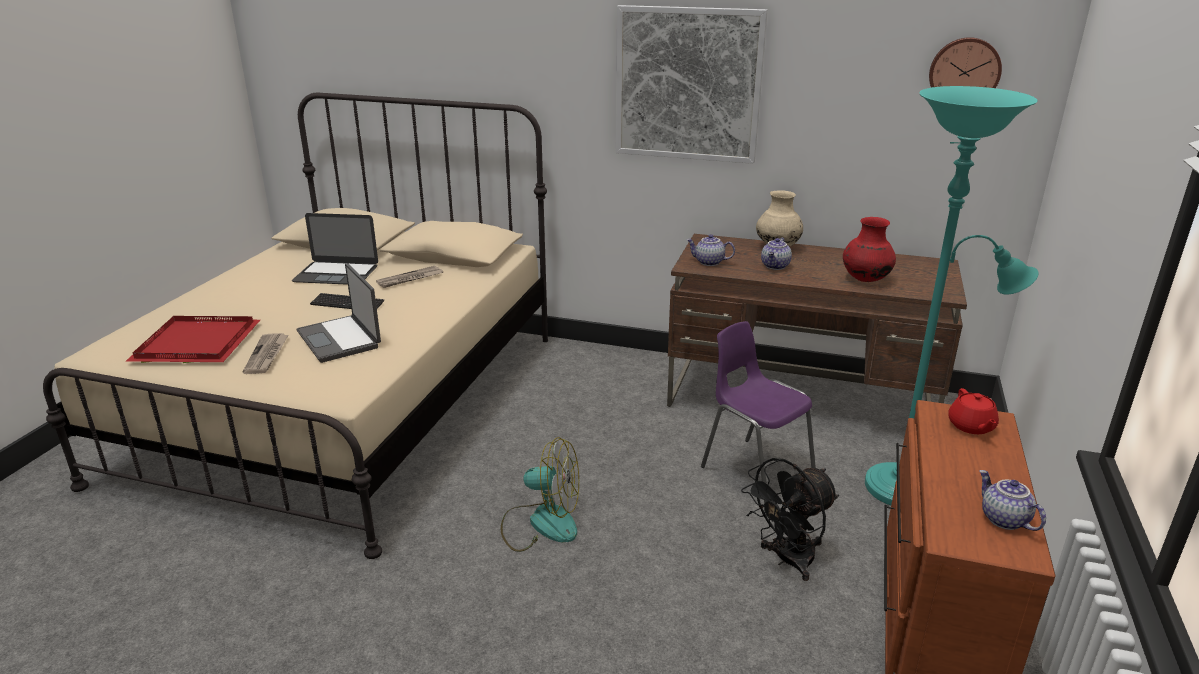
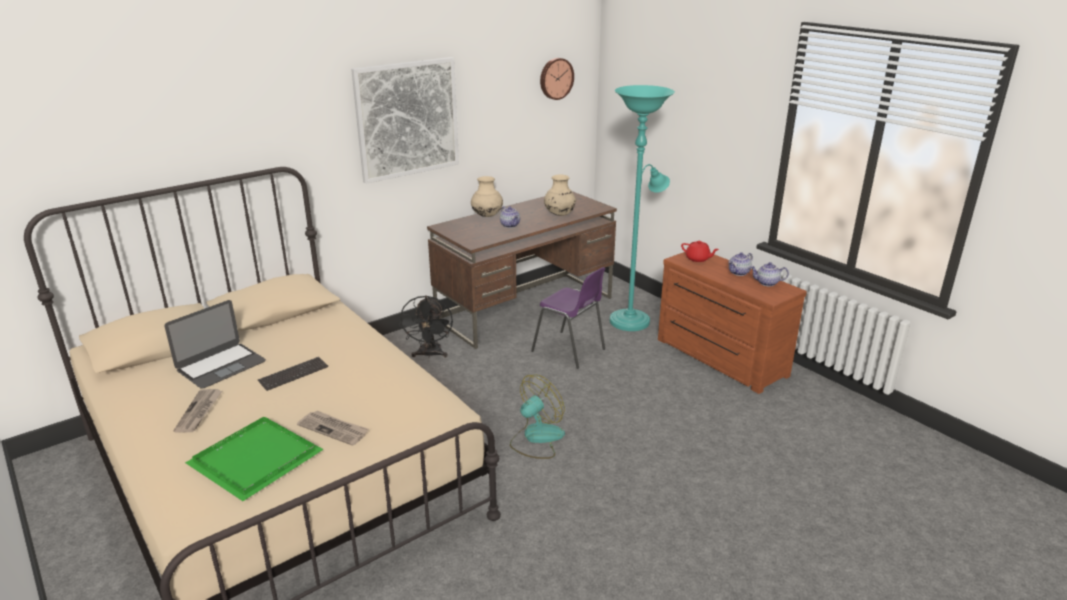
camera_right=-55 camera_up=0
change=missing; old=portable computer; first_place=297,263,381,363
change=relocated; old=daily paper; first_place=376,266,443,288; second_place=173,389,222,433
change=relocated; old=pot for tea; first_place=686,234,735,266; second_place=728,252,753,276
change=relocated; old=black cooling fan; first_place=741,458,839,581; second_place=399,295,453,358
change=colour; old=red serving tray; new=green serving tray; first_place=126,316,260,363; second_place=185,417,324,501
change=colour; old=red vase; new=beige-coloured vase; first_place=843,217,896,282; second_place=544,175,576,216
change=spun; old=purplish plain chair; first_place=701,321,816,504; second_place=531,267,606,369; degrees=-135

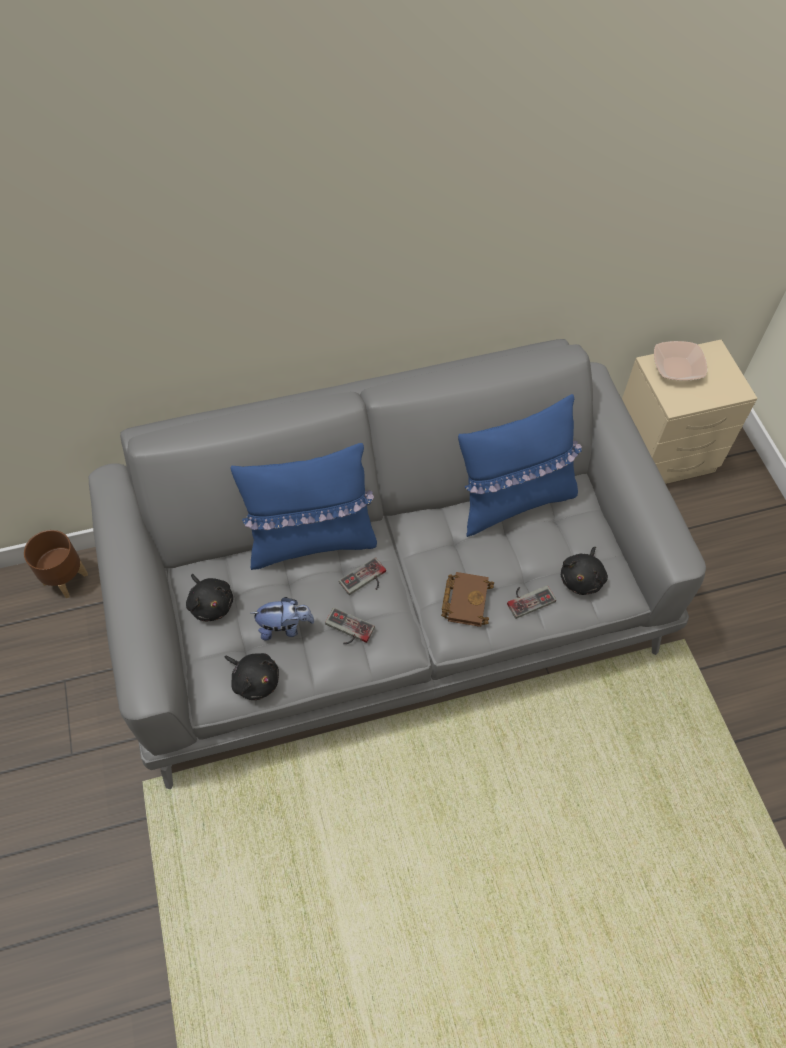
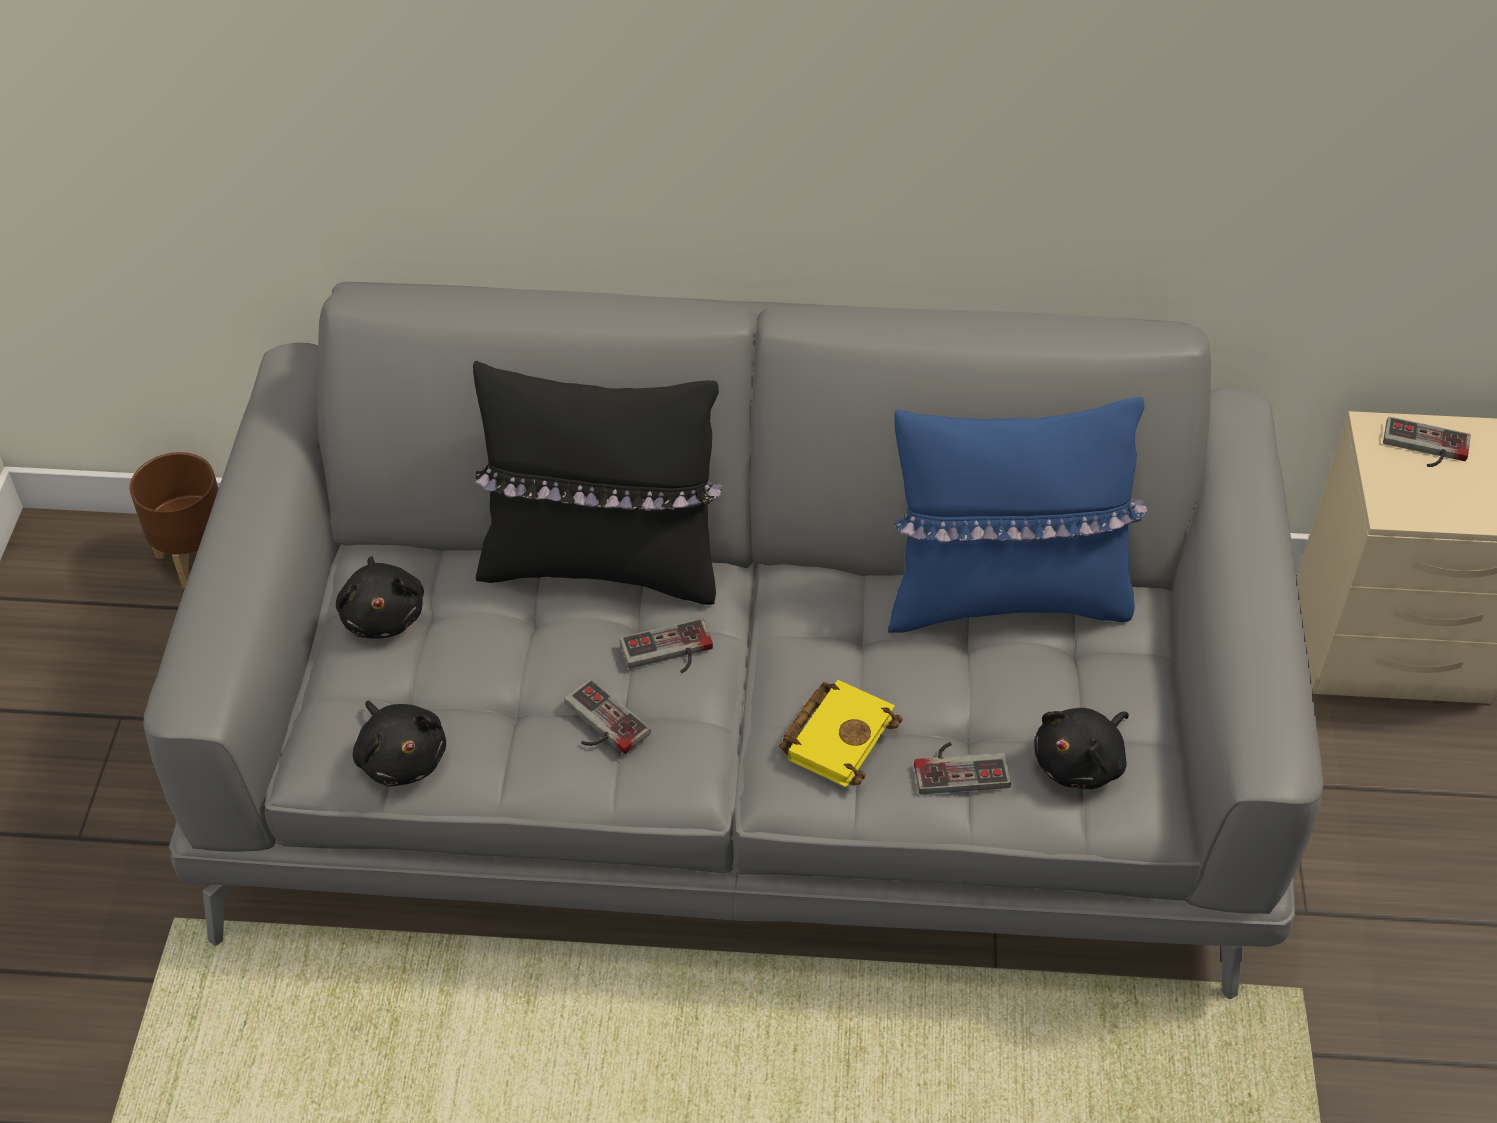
camera_right=20 camera_up=-10
change=missing; old=soft toy; first_place=250,597,315,641
change=exchanged; old=serving bowl; new=joypad; first_place=654,341,707,381; second_place=1383,417,1471,467
change=colour; old=blue-coloured pillow; new=black pillow; first_place=230,443,377,570; second_place=473,361,723,605
change=colour; old=brown bound book; new=yellow bound book; first_place=441,572,494,627; second_place=779,680,903,787

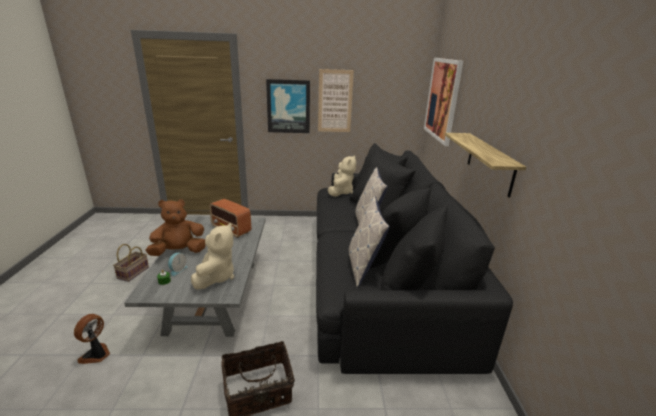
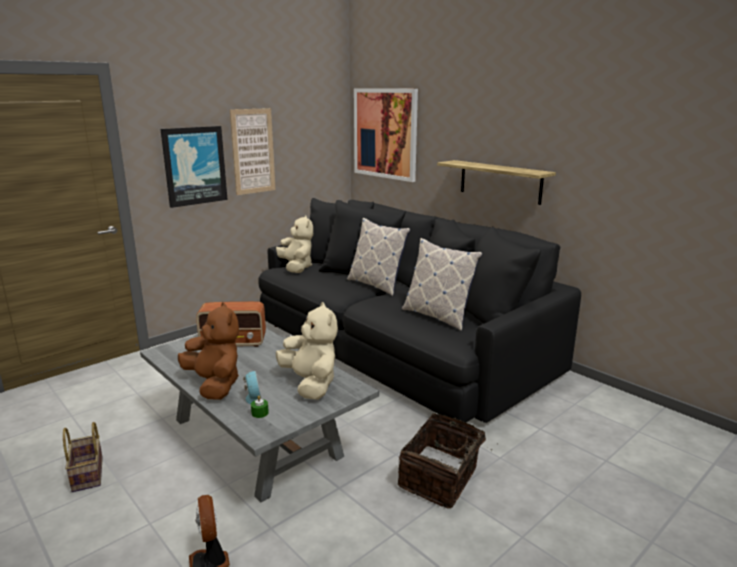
camera_right=-40 camera_up=-5
change=spun; old=brown soft toy; first_place=146,199,206,256; second_place=178,302,239,400; degrees=120

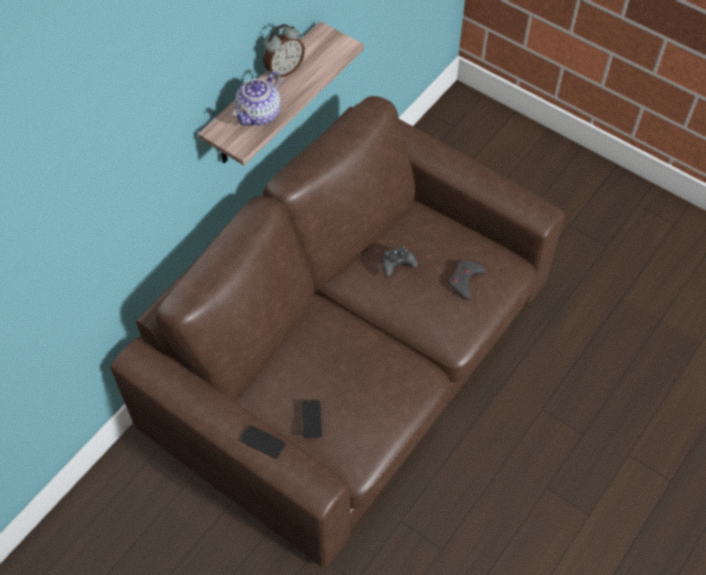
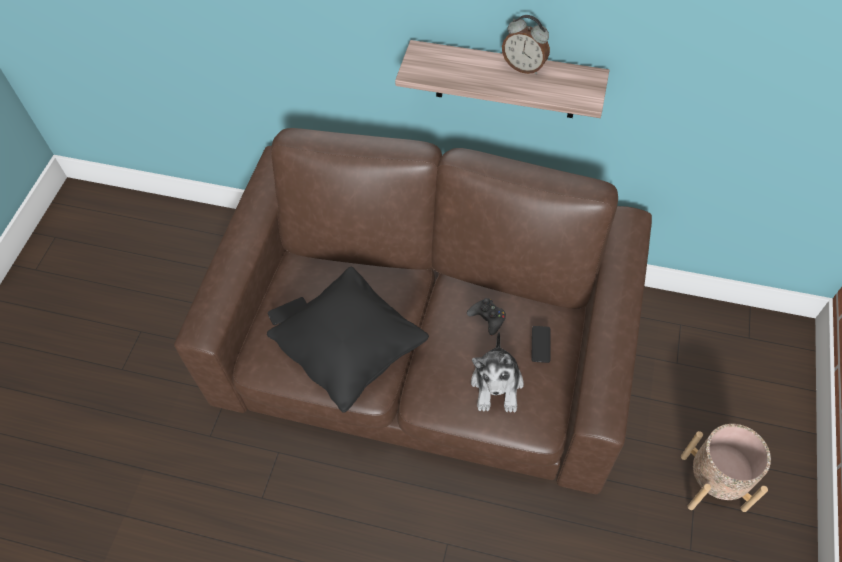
camera_right=70 camera_up=0
change=missing; old=pot for tea; first_place=233,71,281,126
change=appeared; new=black pillow; second_place=267,267,429,413
change=appeared; new=beige-coloured flower pot; second_place=681,424,771,512
change=relocated; old=handset; first_place=240,425,286,459; second_place=531,326,551,363
change=exchanged; old=gray joypad; new=soft toy; first_place=449,260,486,300; second_place=471,332,524,413

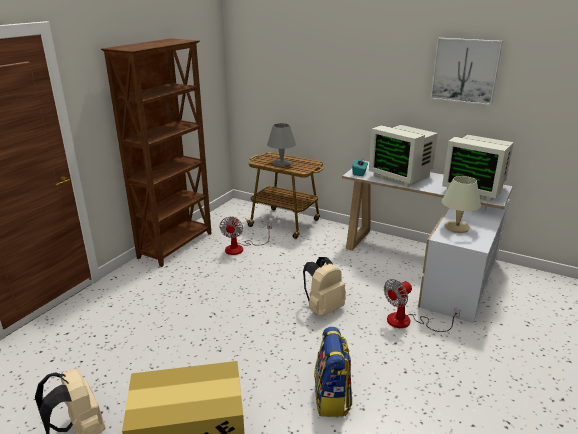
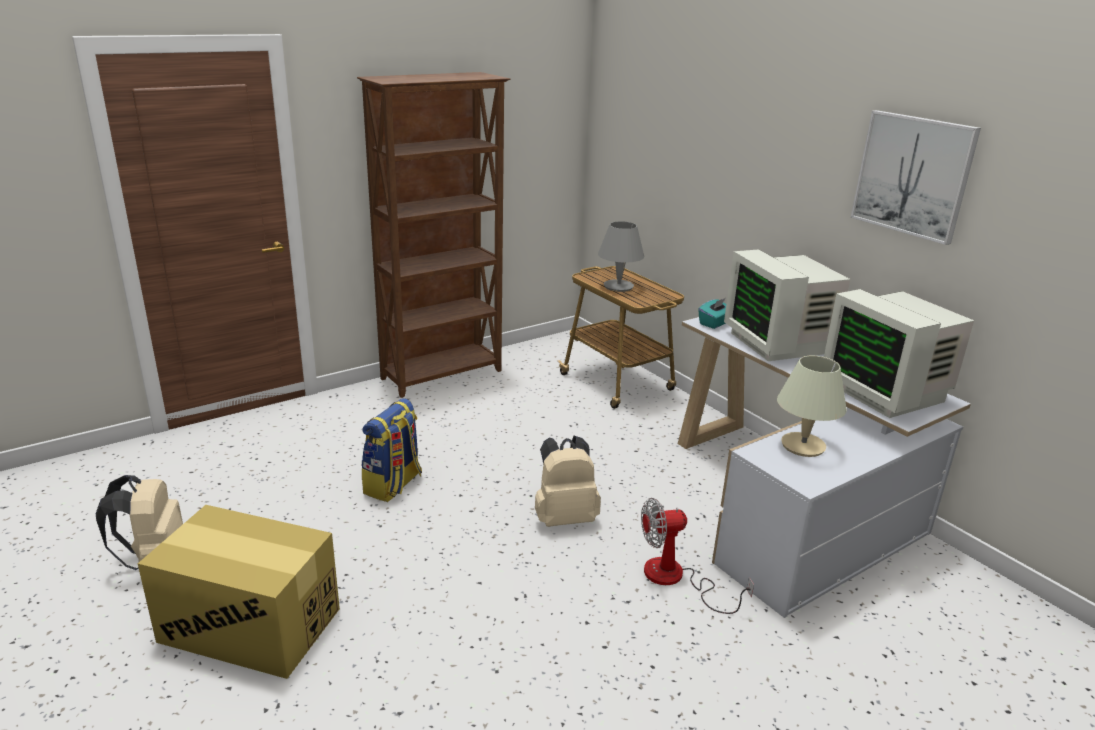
camera_right=25 camera_up=0
change=missing; old=cooling fan; first_place=219,216,272,255
change=relocated; old=rucksack; first_place=314,327,352,417; second_place=362,398,422,502

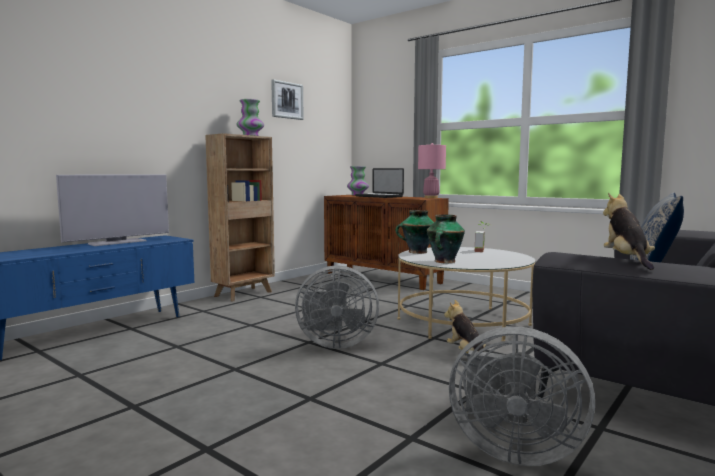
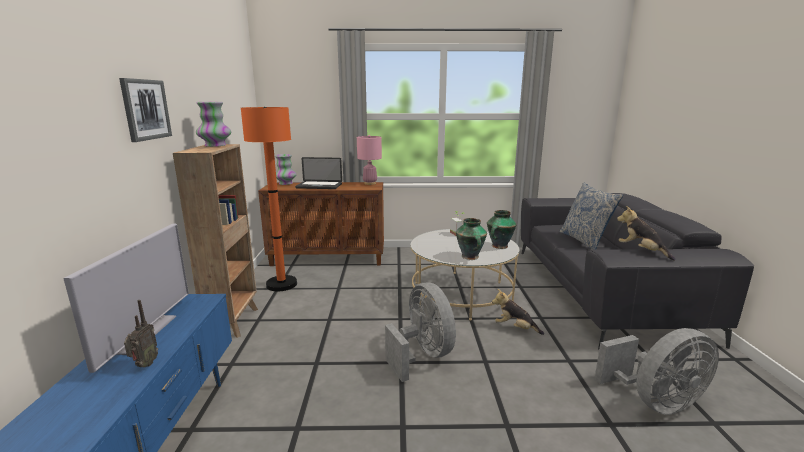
camera_right=-40 camera_up=10
change=appeared; new=radio set; second_place=124,300,158,368
change=appeared; new=orangey standard lamp; second_place=241,107,297,291
change=relocated; old=picture; first_place=271,79,304,120; second_place=119,78,172,142
change=relocated; old=vase; first_place=396,210,434,254; second_place=487,210,517,249
change=spun; old=gray cooling fan; first_place=295,265,379,349; second_place=385,282,456,382; degrees=-75

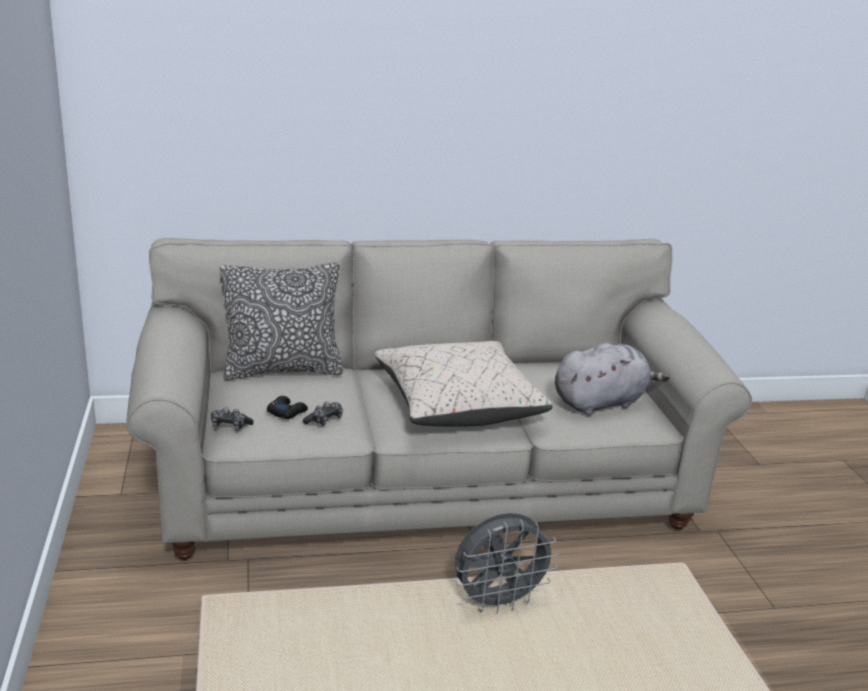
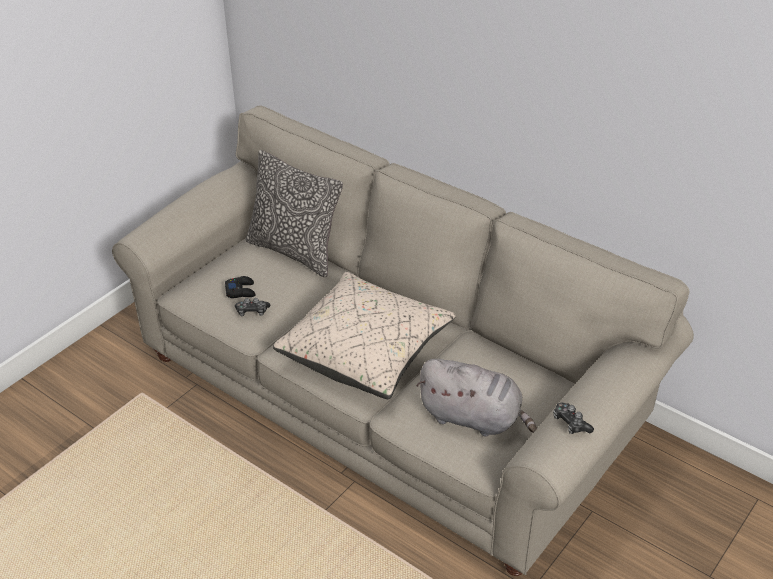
camera_right=50 camera_up=15
change=missing; old=gray cooling fan; first_place=454,513,559,613
change=relocated; old=joypad; first_place=211,407,253,430; second_place=553,403,594,434

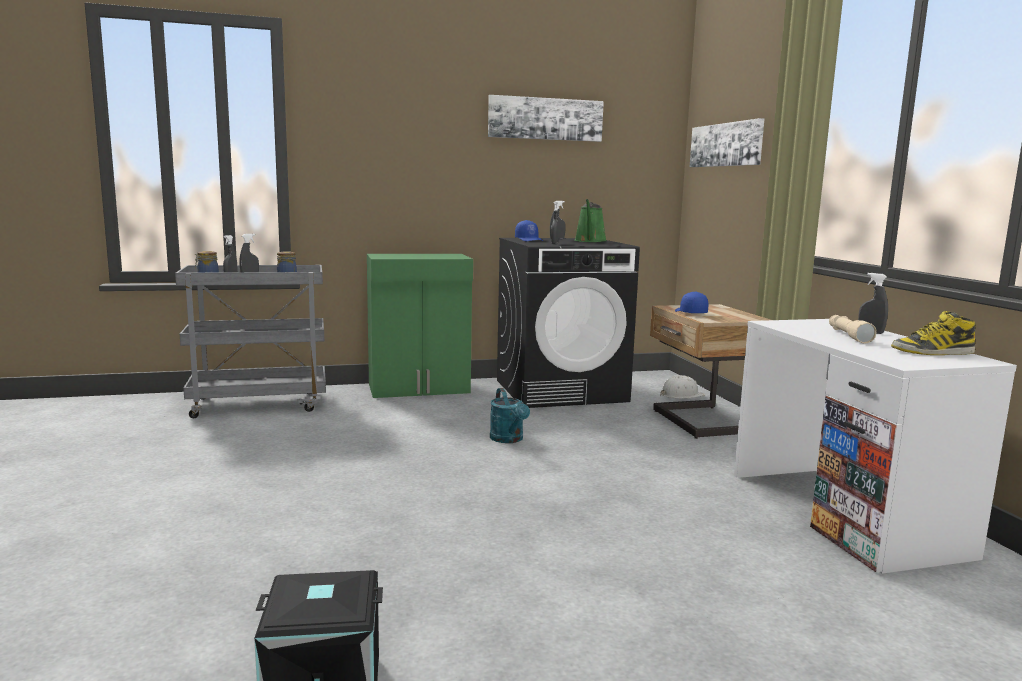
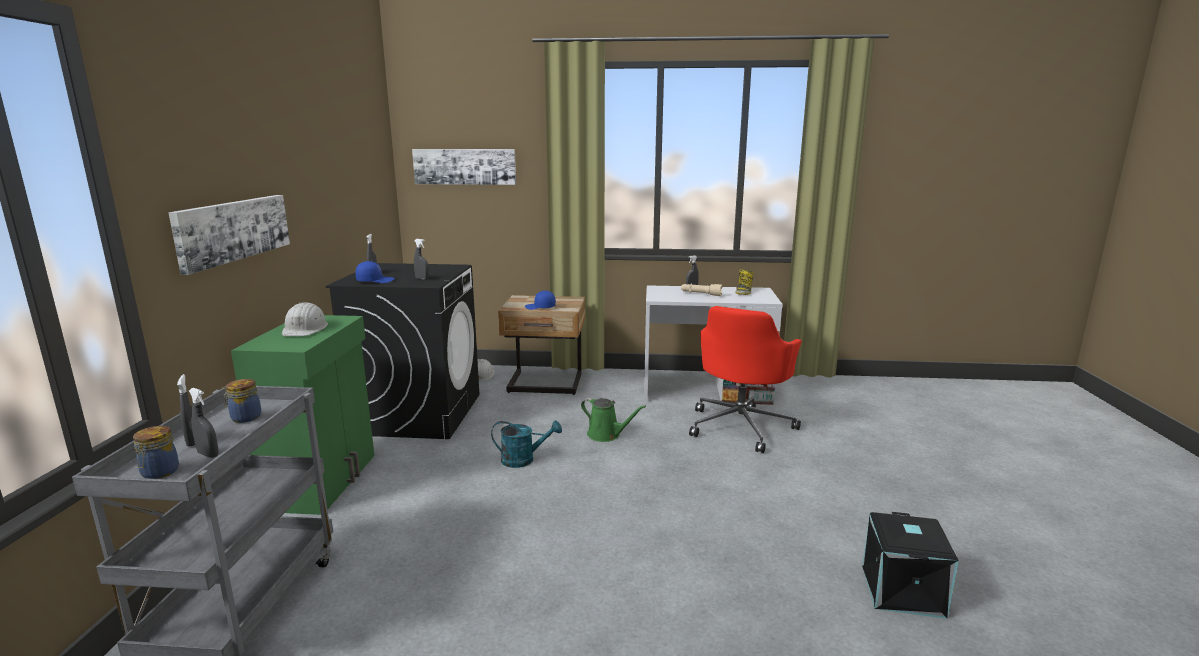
camera_right=-70 camera_up=5
change=appeared; new=white-coloured work helmet; second_place=282,302,328,336
change=appeared; new=red computer chair; second_place=689,306,802,453
change=relocated; old=picture; first_place=488,95,604,142; second_place=168,195,290,275
change=relocated; old=green sprinkling can; first_place=574,199,607,242; second_place=581,398,646,442

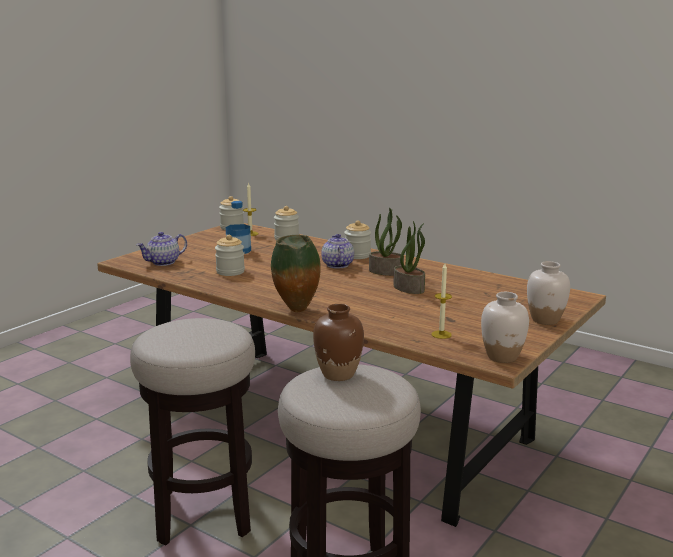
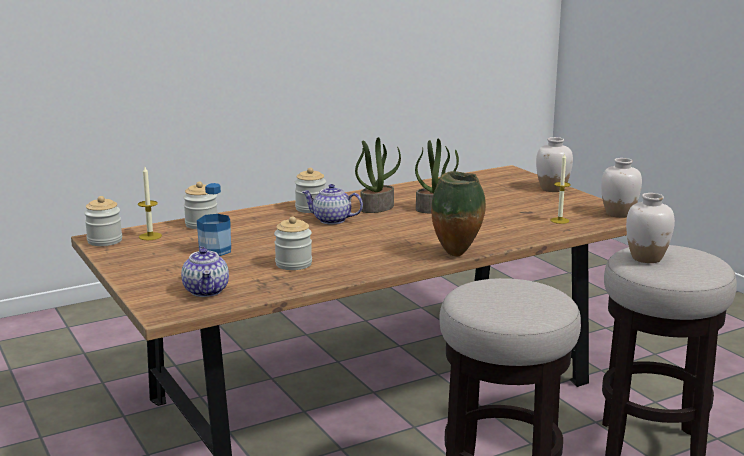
camera_right=-65 camera_up=0
change=colour; old=brown vase; new=white-coloured vase; first_place=313,304,364,381; second_place=626,193,675,263

